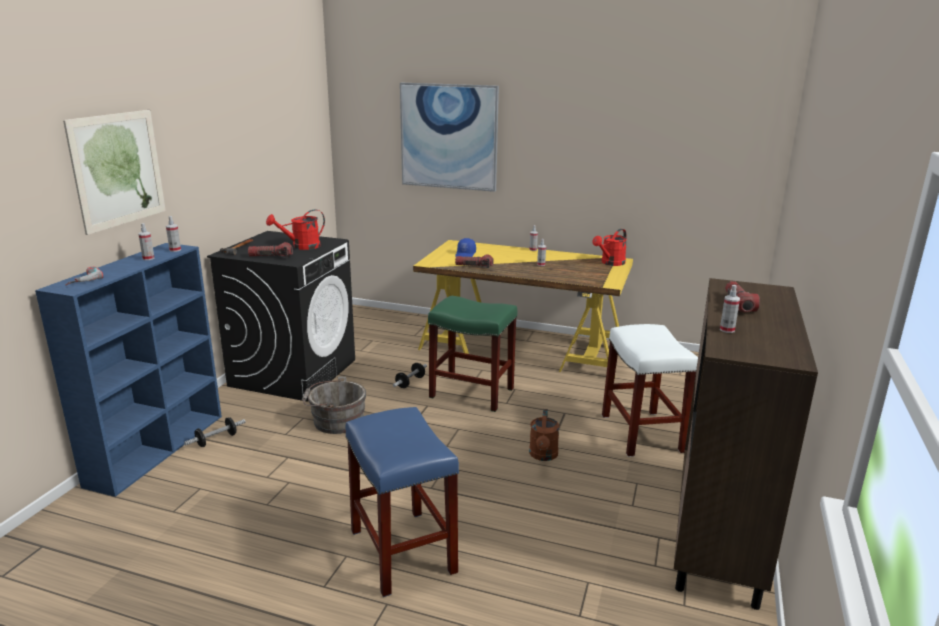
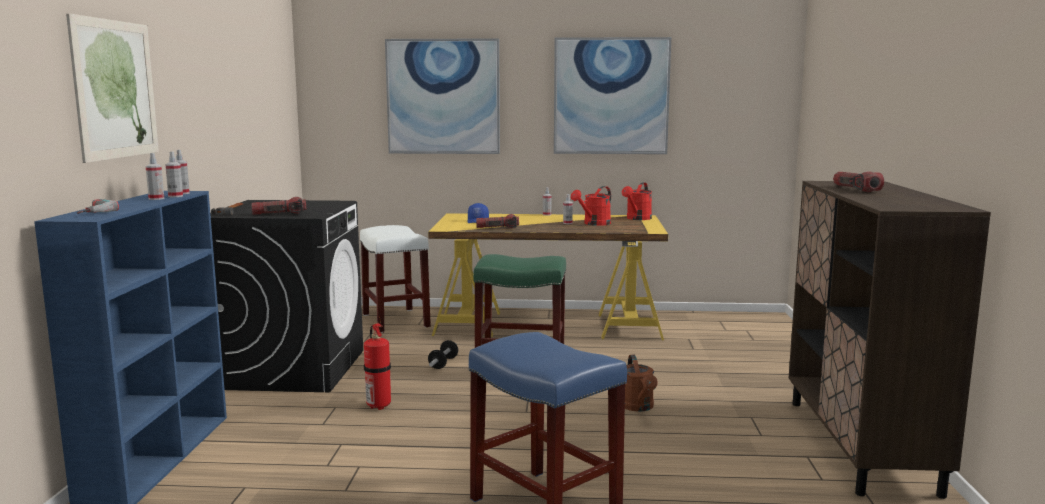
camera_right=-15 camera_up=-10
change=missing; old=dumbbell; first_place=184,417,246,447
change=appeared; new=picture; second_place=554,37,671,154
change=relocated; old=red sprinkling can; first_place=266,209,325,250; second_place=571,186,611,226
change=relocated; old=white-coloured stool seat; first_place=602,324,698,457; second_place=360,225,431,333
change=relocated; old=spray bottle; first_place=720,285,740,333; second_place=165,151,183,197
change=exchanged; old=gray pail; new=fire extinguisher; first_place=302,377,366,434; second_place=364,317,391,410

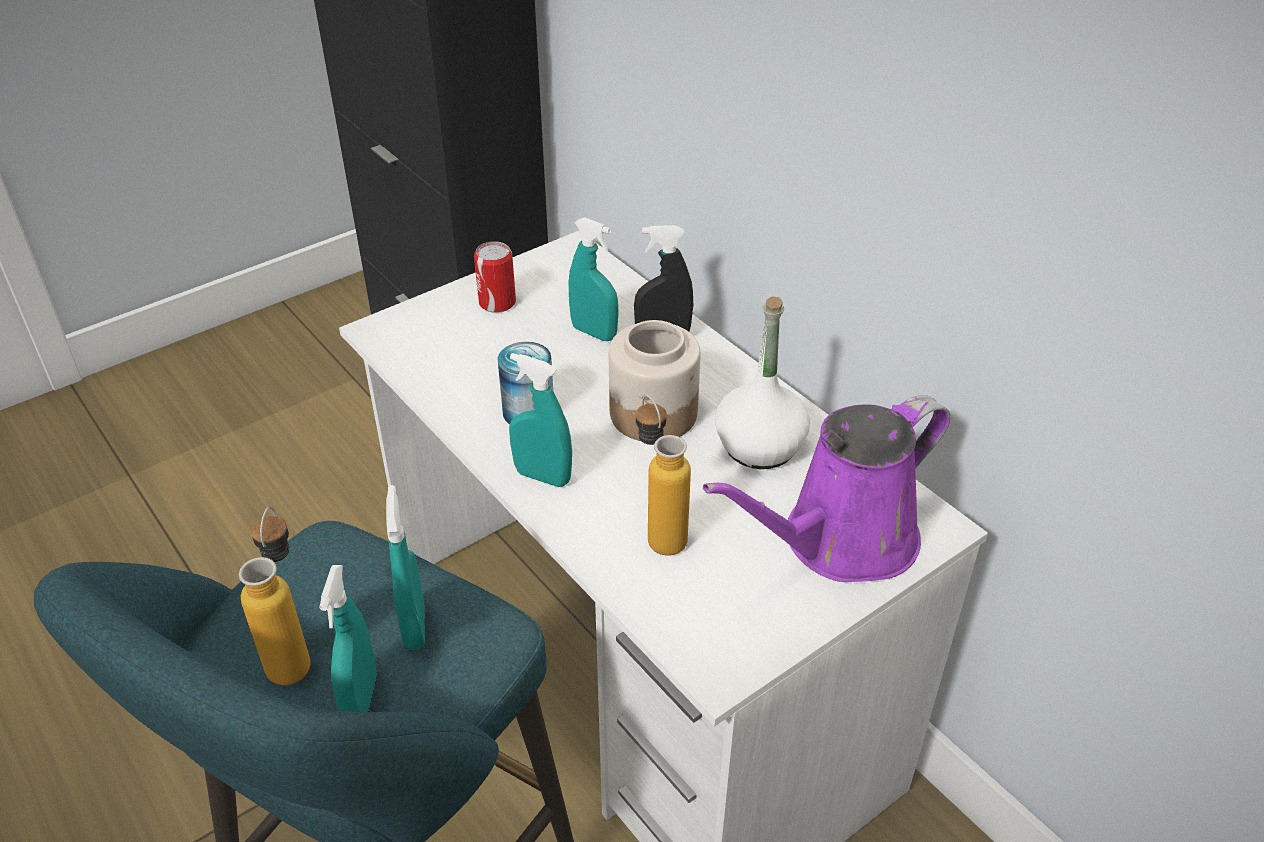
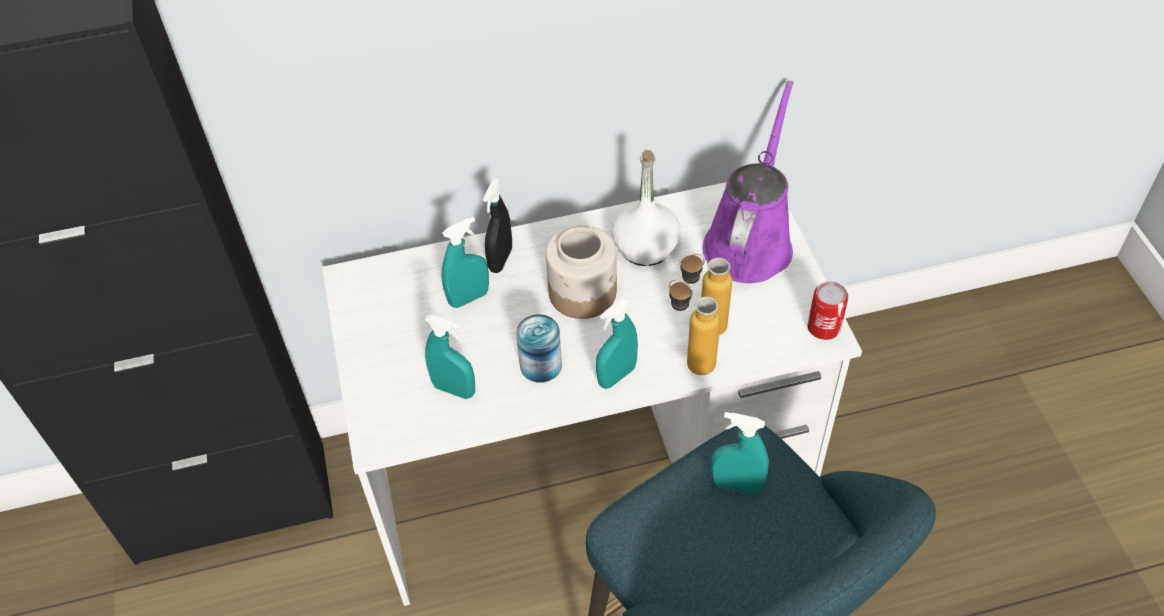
camera_right=-65 camera_up=10
change=relocated; old=bottle; first_place=239,507,311,685; second_place=669,280,720,375
change=relocated; old=turquoise spray bottle; first_place=319,565,376,712; second_place=425,315,475,399
change=relocated; old=metal can; first_place=474,241,516,313; second_place=808,281,848,340
change=spun; old=purplish sprinkling can; first_place=703,395,950,582; second_place=702,81,794,283; degrees=-150

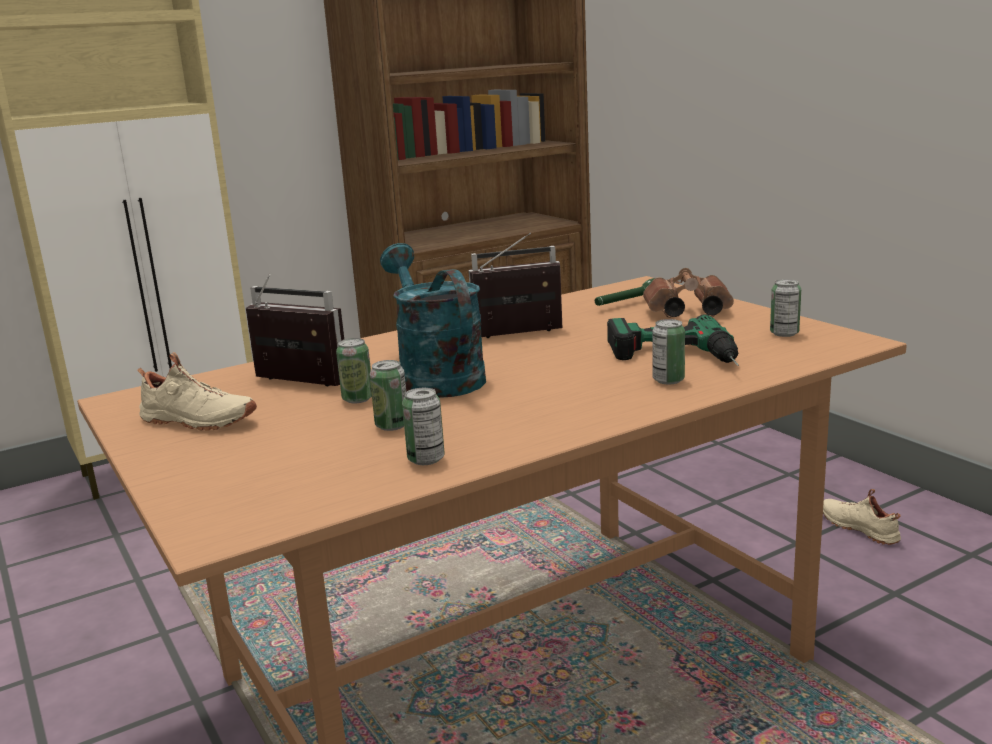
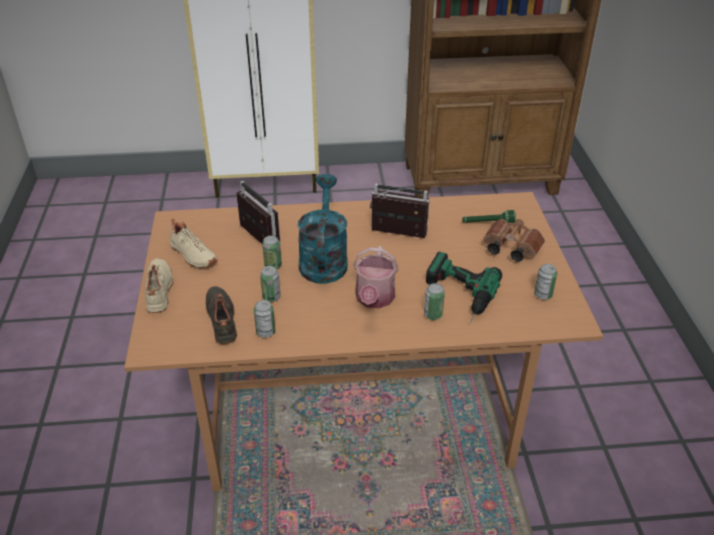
camera_right=25 camera_up=20
change=appeared; new=black item of footwear; second_place=206,286,237,344
change=appeared; new=sprinkling can; second_place=353,246,399,308
change=relocated; old=beige-coloured item of footwear; first_place=823,489,901,545; second_place=145,258,173,313

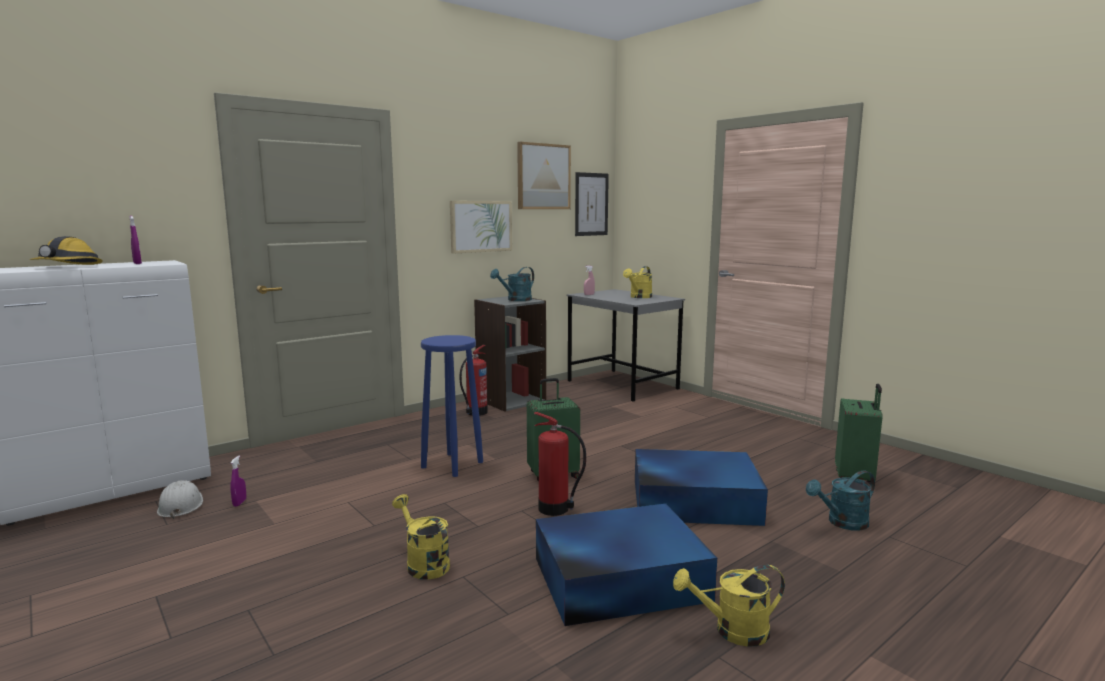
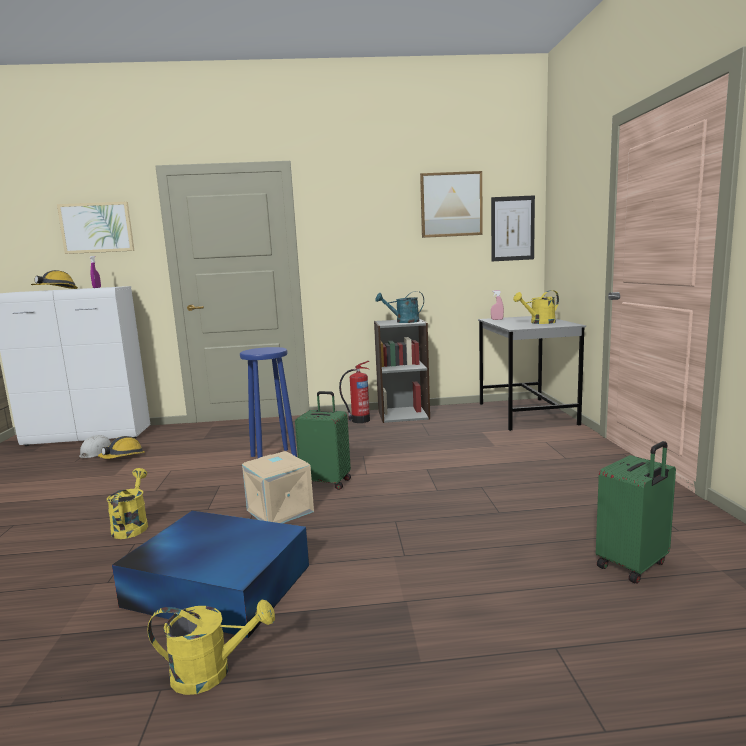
camera_right=35 camera_up=0
change=missing; old=blue-coloured storage box; first_place=635,449,768,526
change=missing; old=turquoise sprinkling can; first_place=806,470,875,531
change=relocated; old=picture; first_place=450,201,512,254; second_place=57,202,135,254
change=exchanged; old=purplish spray bottle; new=work helmet; first_place=231,456,246,507; second_place=98,436,145,459
change=exchanged; old=fire extinguisher; new=beige-coloured storage box; first_place=534,412,586,516; second_place=242,451,314,523
change=spun; old=yellow sprinkling can; first_place=673,565,785,647; second_place=148,600,275,695; degrees=150

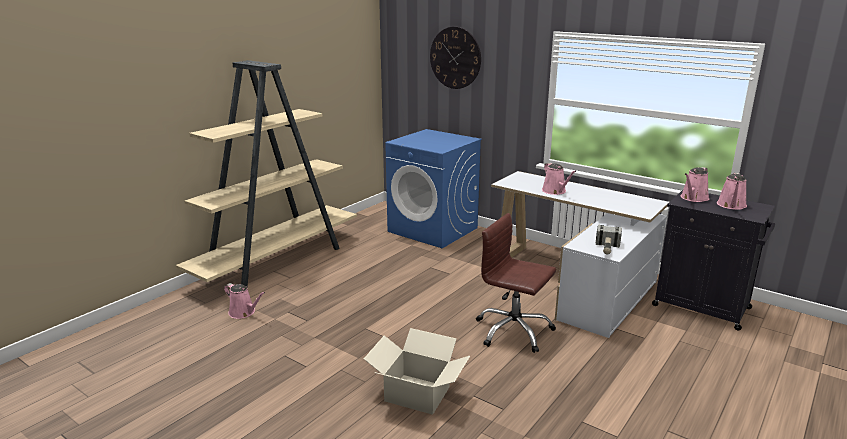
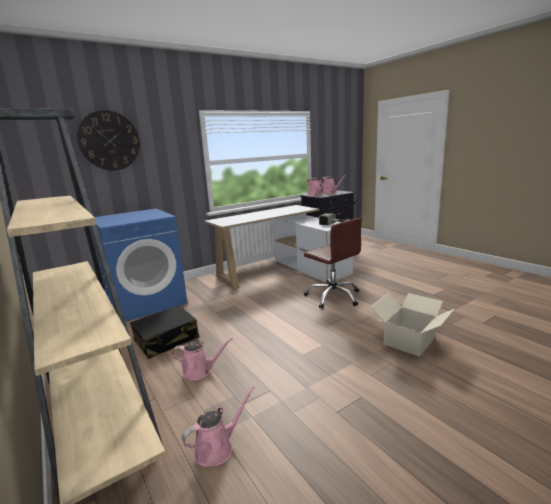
camera_right=-70 camera_up=-5
change=appeared; new=black travel case; second_place=130,305,199,359
change=relocated; old=pinkish sprinkling can; first_place=542,163,576,195; second_place=172,338,233,380
change=spun; old=brown computer chair; first_place=476,213,556,353; second_place=304,218,362,309; degrees=-90

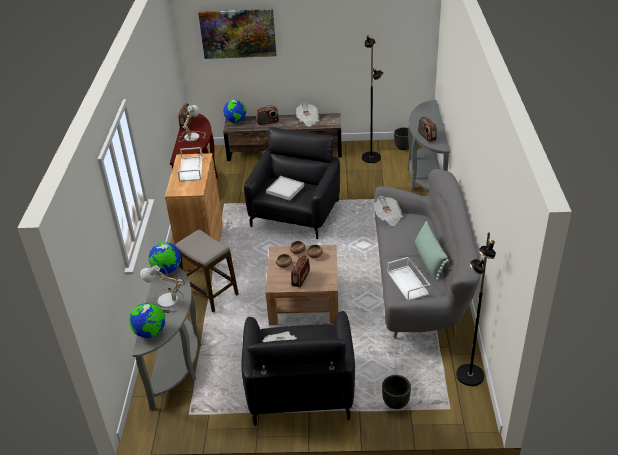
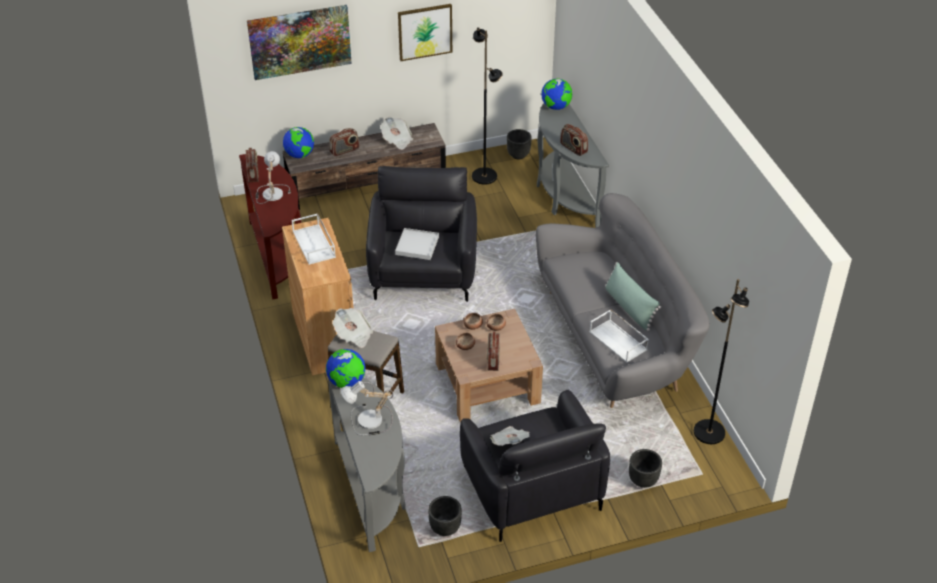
camera_right=-20 camera_up=5
change=appeared; new=picture; second_place=398,4,452,61
change=appeared; new=black flower pot; second_place=428,496,462,536
change=relocated; old=world globe; first_place=130,303,165,338; second_place=541,79,572,110
change=relocated; old=daily paper; first_place=374,196,403,226; second_place=332,308,373,348

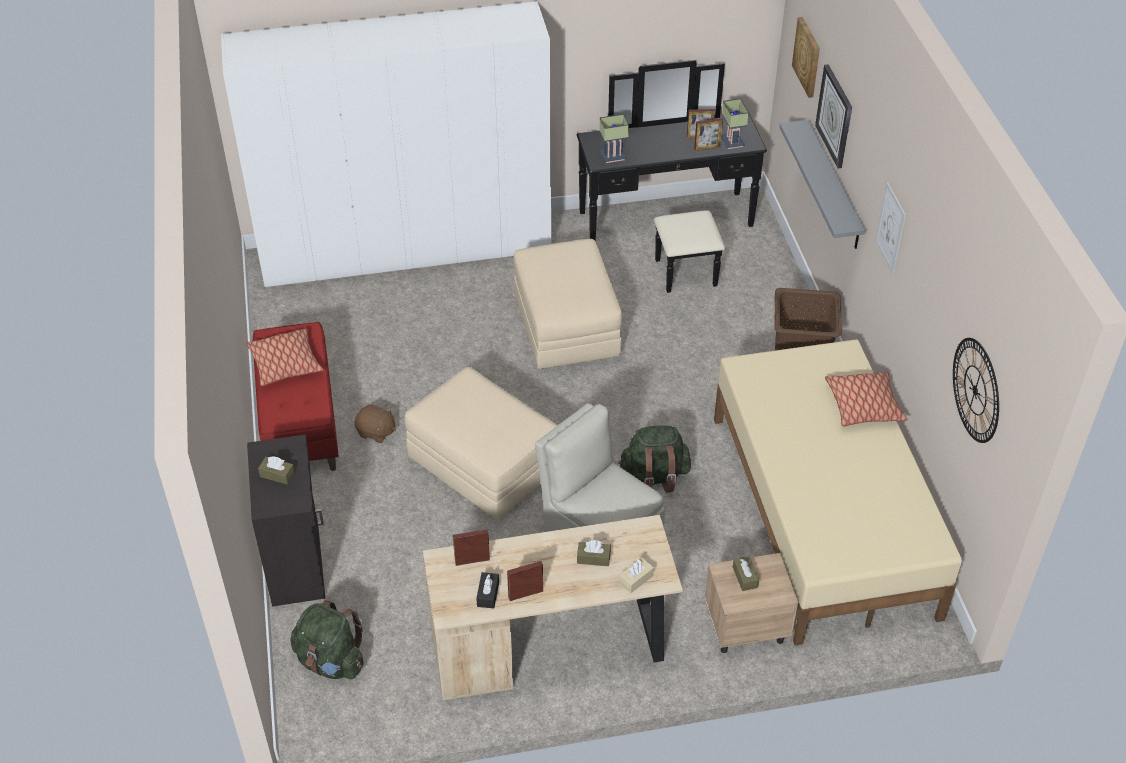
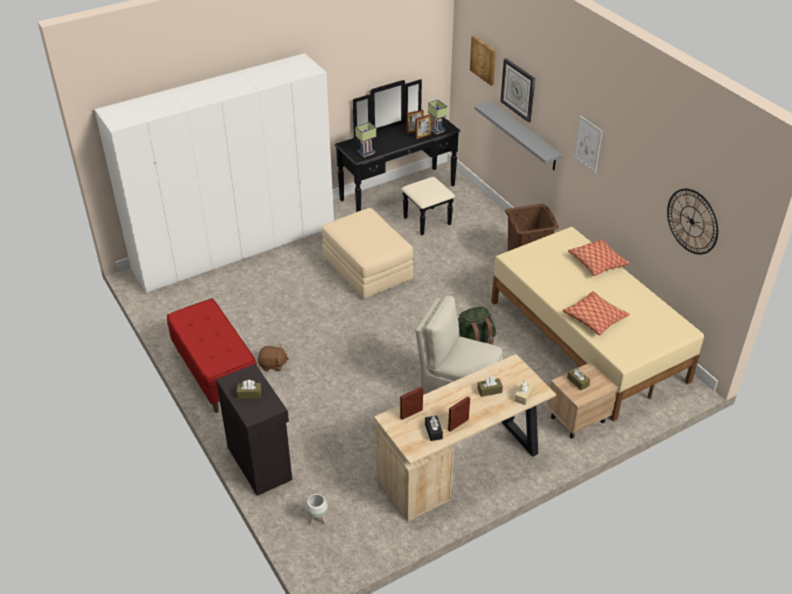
camera_right=-20 camera_up=-5
change=missing; old=beige-coloured pouffe; first_place=404,367,557,520
change=relocated; old=pillow; first_place=246,328,324,387; second_place=563,291,630,335
change=exchanged; old=green rucksack; new=white-coloured flower pot; first_place=290,600,363,679; second_place=305,494,328,524

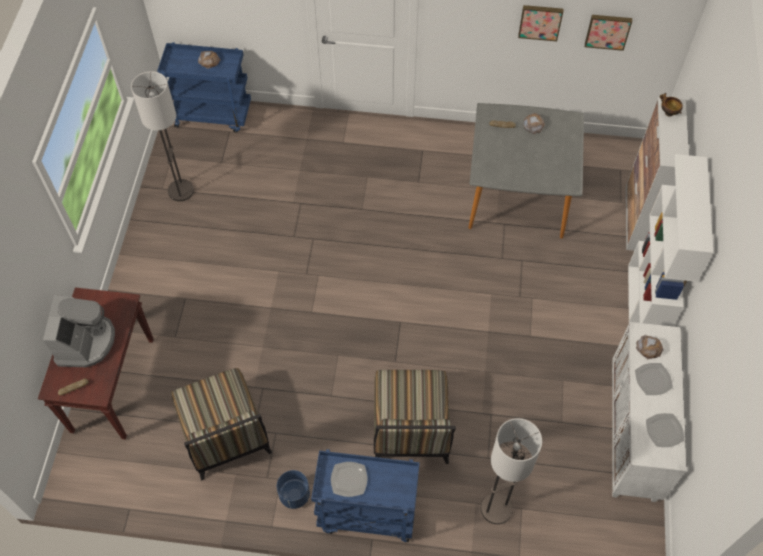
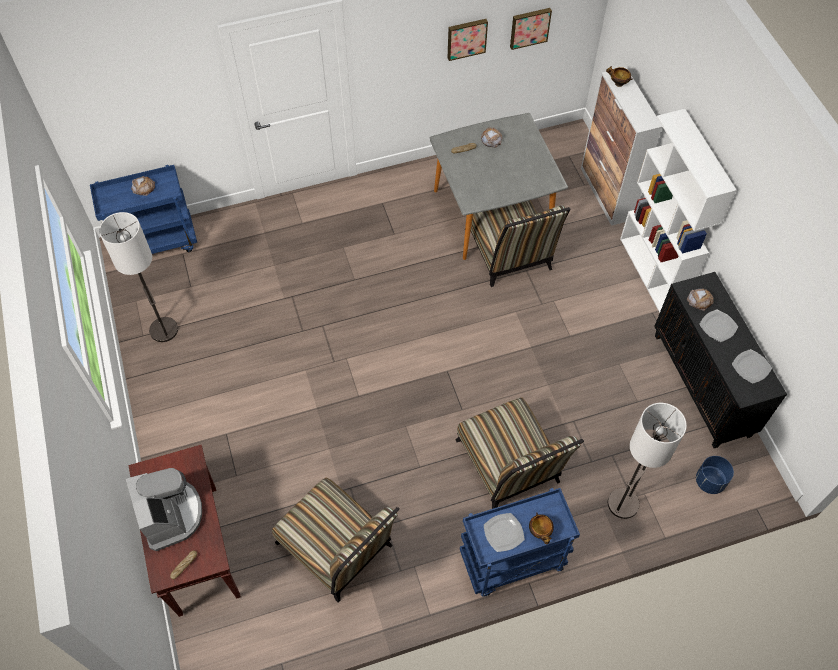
camera_right=-25 camera_up=0
change=appeared; new=plain chair; second_place=471,200,571,287
change=appeared; new=serving bowl; second_place=529,513,554,544
change=relocated; old=blue-coloured flower pot; first_place=277,470,310,509; second_place=696,456,734,494
change=colour; old=white-coloured cupboard; new=black cupboard; first_place=612,322,686,502; second_place=654,272,787,448

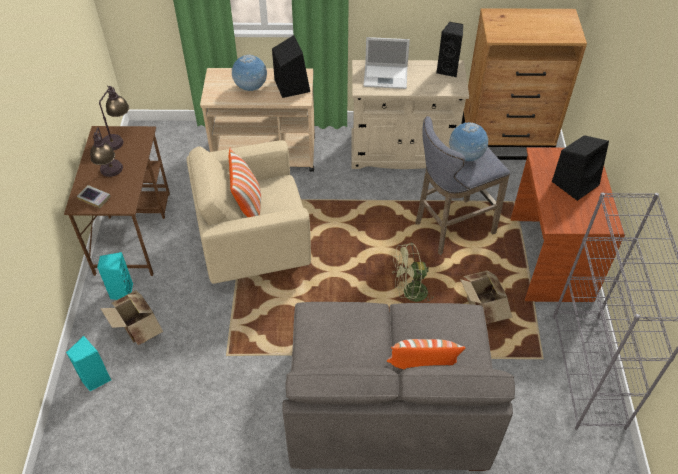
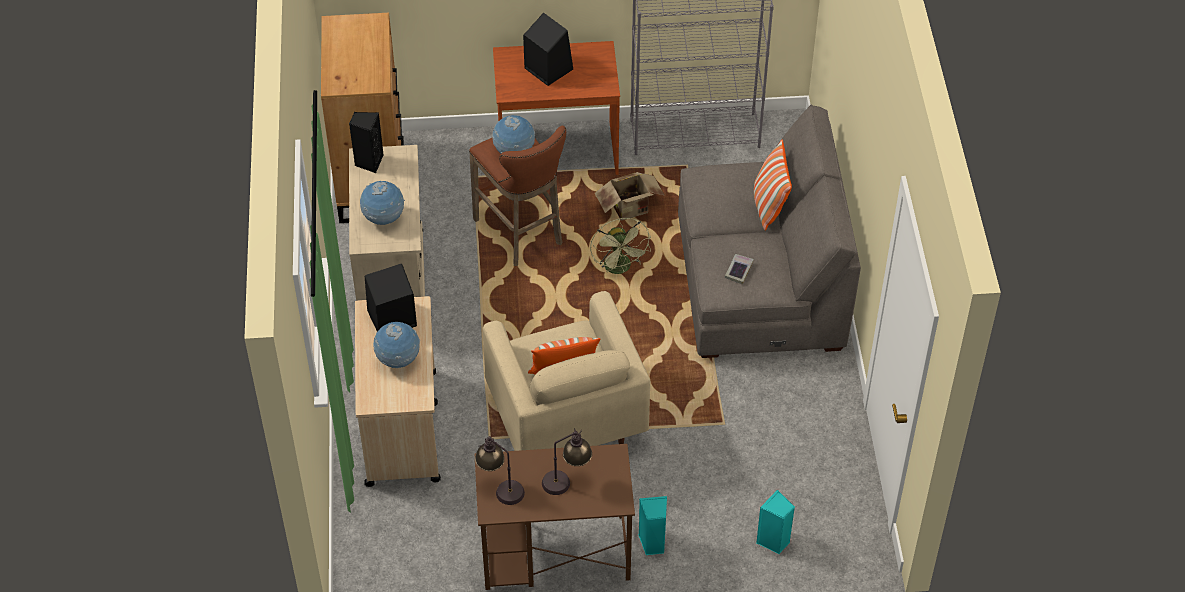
camera_right=-95 camera_up=0
change=missing; old=packing box; first_place=100,290,163,345
change=relocated; old=bound book; first_place=77,185,110,208; second_place=725,254,754,285
change=exchanged; old=portable computer; new=world globe; first_place=363,37,410,89; second_place=360,181,405,225
change=colour; old=gray stool seat; new=brown stool seat; first_place=415,116,510,255; second_place=469,126,566,266

